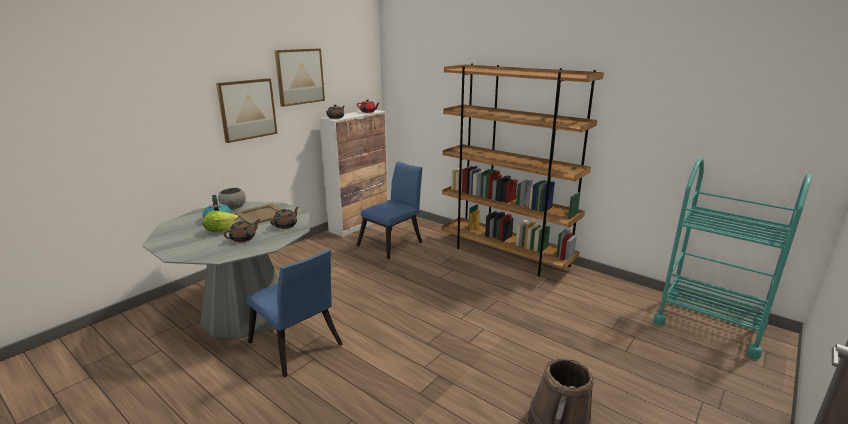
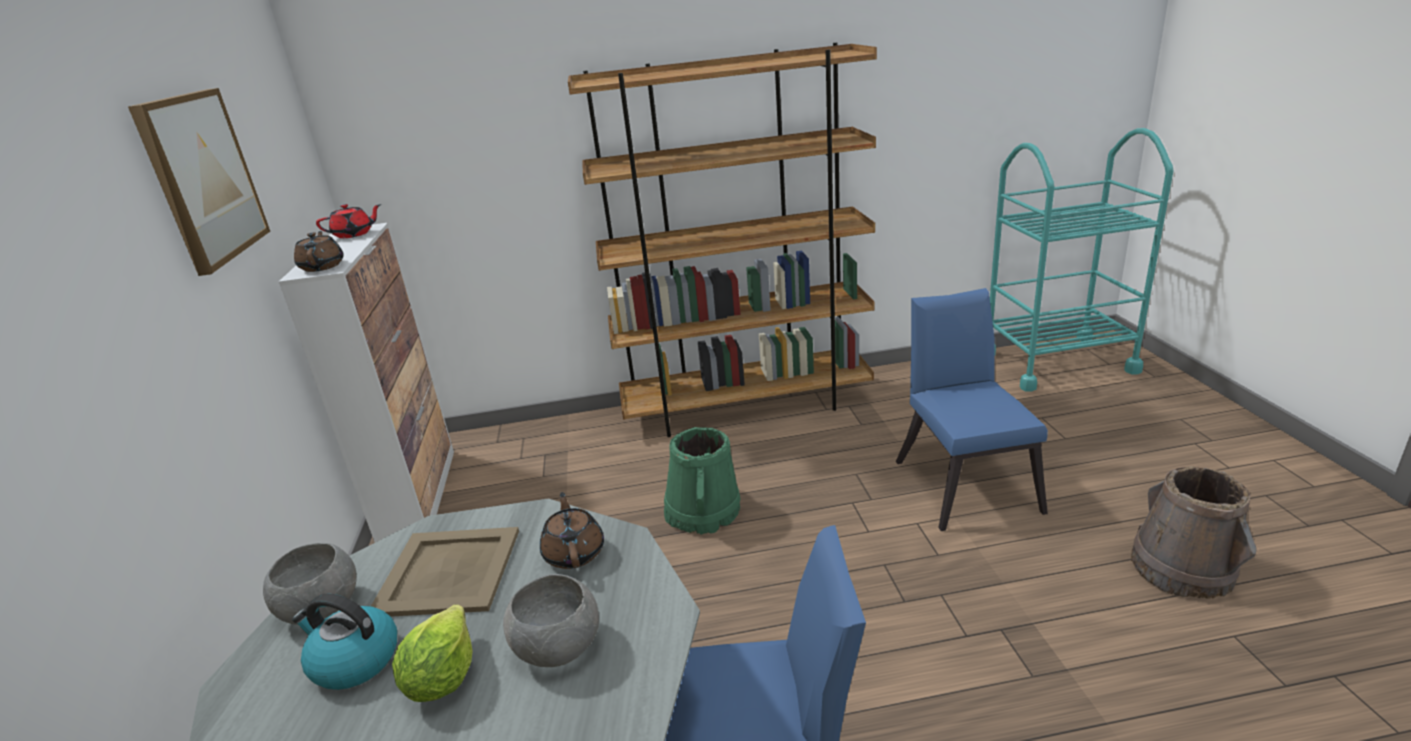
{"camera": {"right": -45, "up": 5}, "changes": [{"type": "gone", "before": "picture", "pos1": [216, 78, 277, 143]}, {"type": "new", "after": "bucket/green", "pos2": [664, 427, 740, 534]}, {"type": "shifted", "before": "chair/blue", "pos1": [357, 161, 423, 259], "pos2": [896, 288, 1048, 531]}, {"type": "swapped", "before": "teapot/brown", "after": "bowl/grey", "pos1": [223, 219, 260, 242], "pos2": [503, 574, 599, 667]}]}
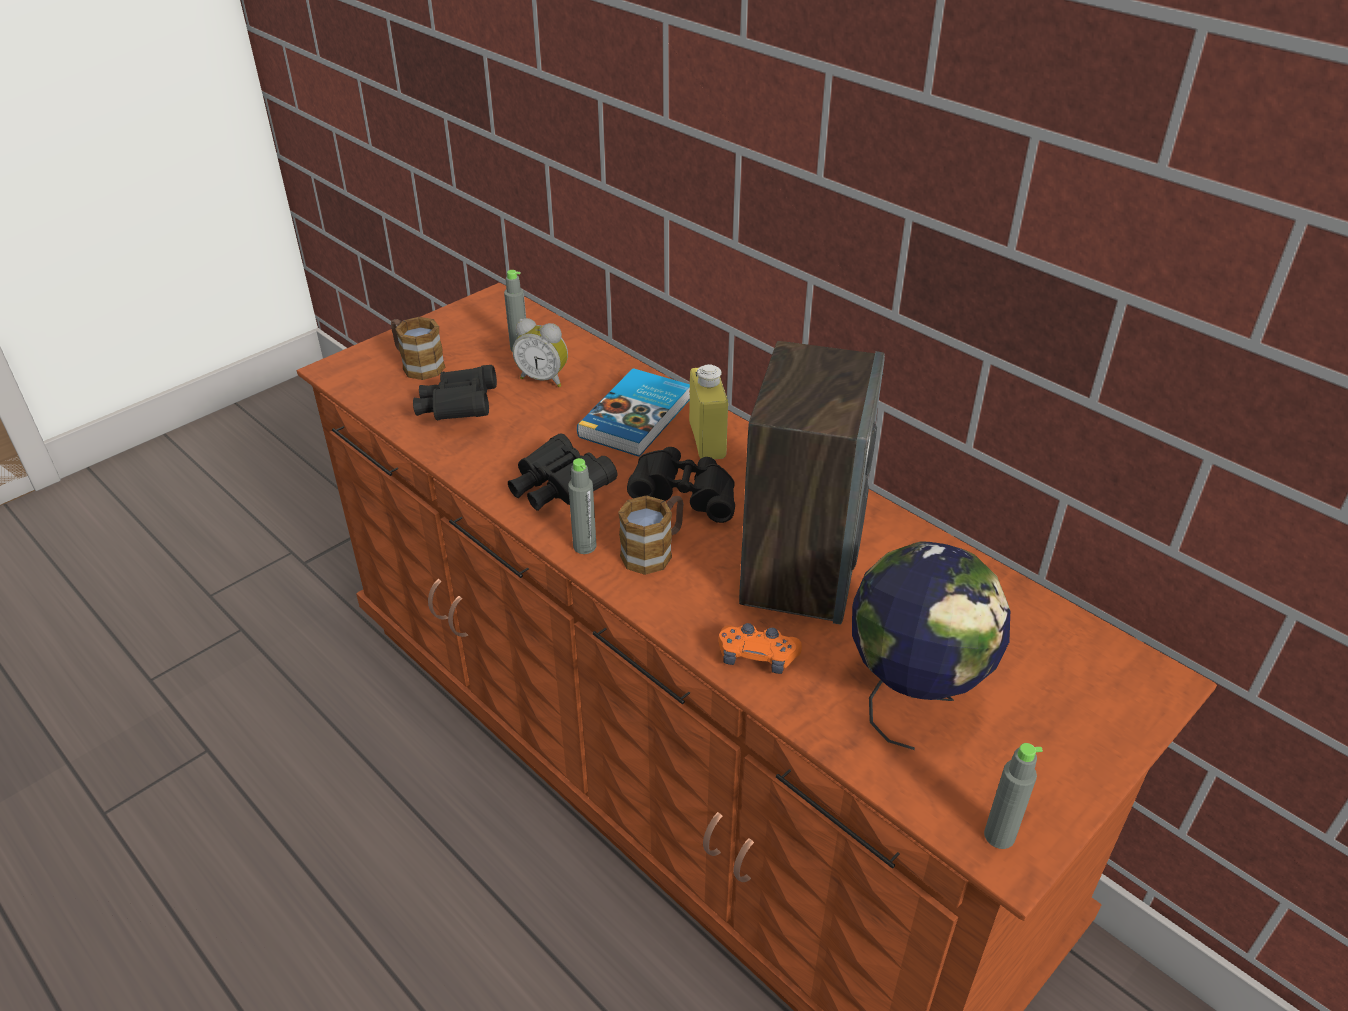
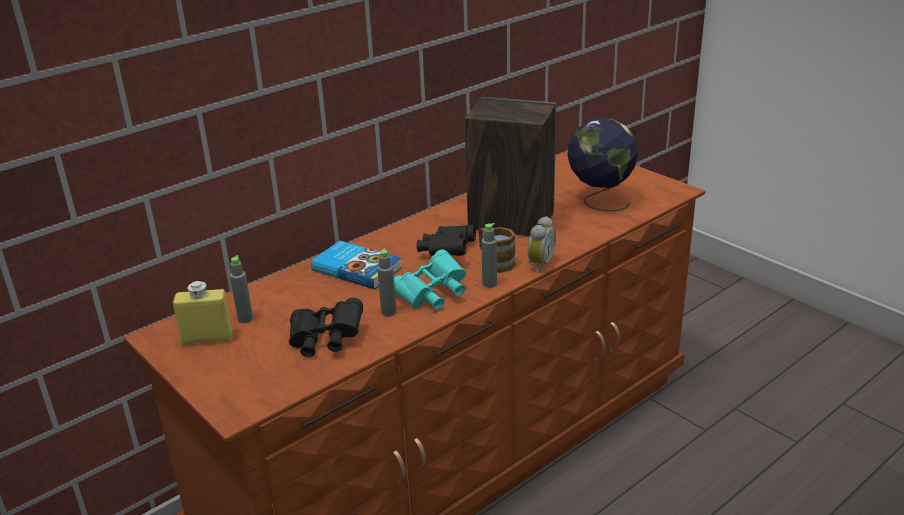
{"camera": {"right": -85, "up": -10}, "changes": [{"type": "gone", "before": "mug", "pos1": [391, 317, 445, 380]}, {"type": "gone", "before": "game controller/orange", "pos1": [719, 623, 802, 674]}, {"type": "shifted", "before": "alarm clock", "pos1": [512, 318, 568, 387], "pos2": [527, 216, 556, 273]}, {"type": "shifted", "before": "bottle/yellow", "pos1": [689, 364, 728, 459], "pos2": [173, 281, 233, 345]}, {"type": "shifted", "before": "bottle/grey", "pos1": [984, 743, 1043, 849], "pos2": [377, 248, 397, 316]}, {"type": "repainted", "before": "binoculars/black", "after": "binoculars/turquoise", "pos1": [508, 433, 617, 511], "pos2": [394, 249, 466, 310]}]}
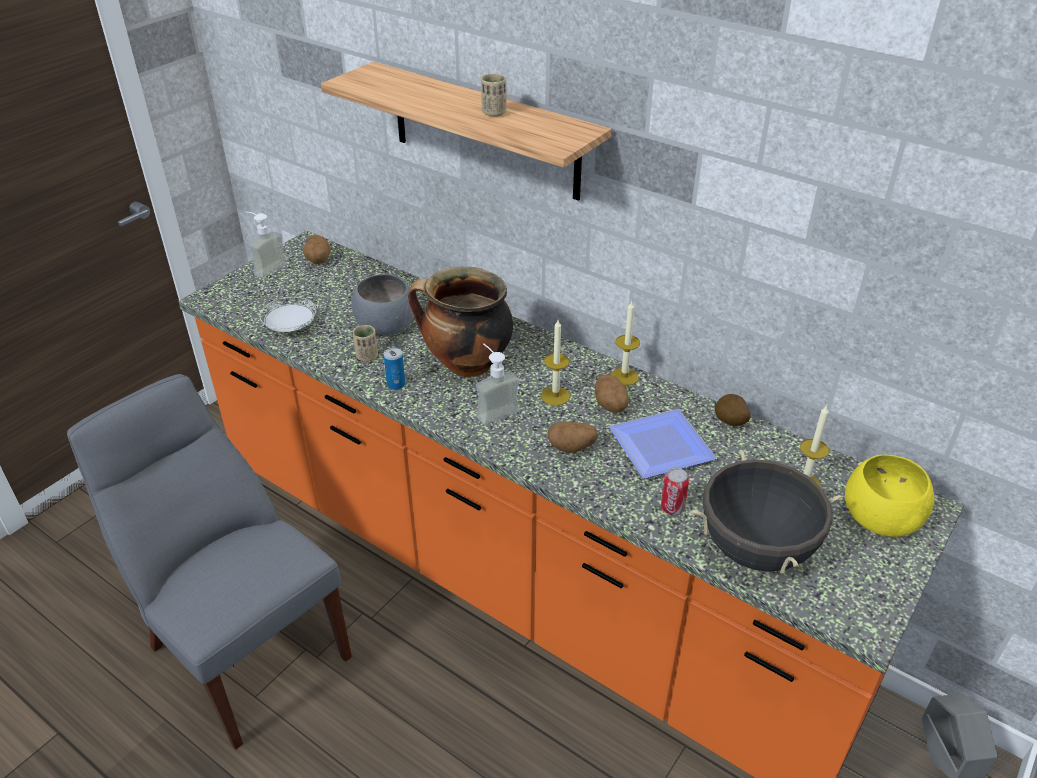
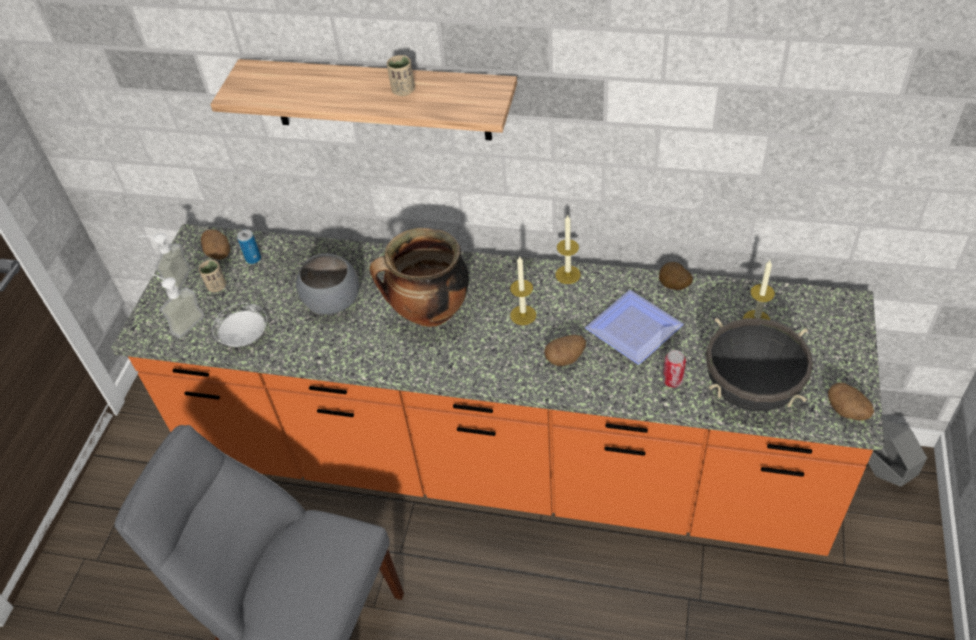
{"camera": {"right": -20, "up": 10}, "changes": [{"type": "gone", "before": "bowl/yellow", "pos1": [845, 454, 934, 537]}, {"type": "shifted", "before": "cup/beige", "pos1": [353, 325, 378, 362], "pos2": [199, 260, 226, 292]}, {"type": "shifted", "before": "can", "pos1": [384, 348, 405, 390], "pos2": [237, 229, 261, 264]}, {"type": "shifted", "before": "soap dispenser", "pos1": [476, 343, 519, 425], "pos2": [152, 274, 205, 338]}, {"type": "shifted", "before": "potato", "pos1": [595, 375, 629, 412], "pos2": [828, 383, 874, 420]}]}
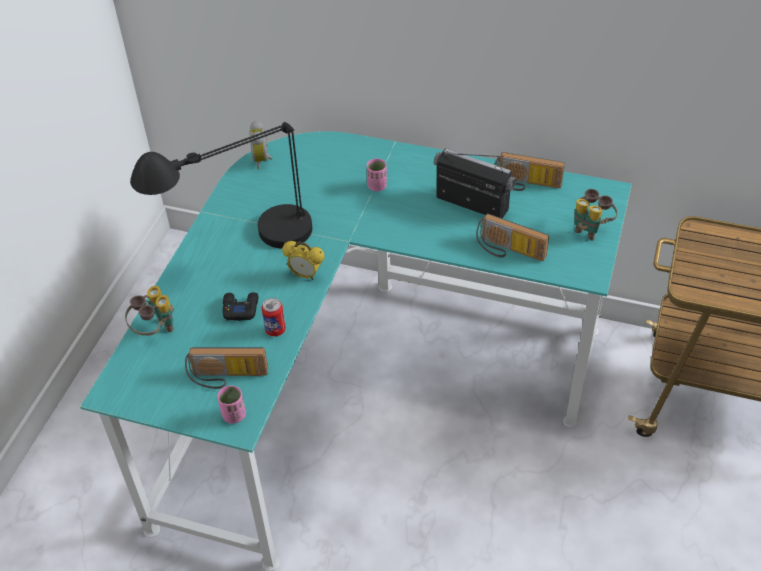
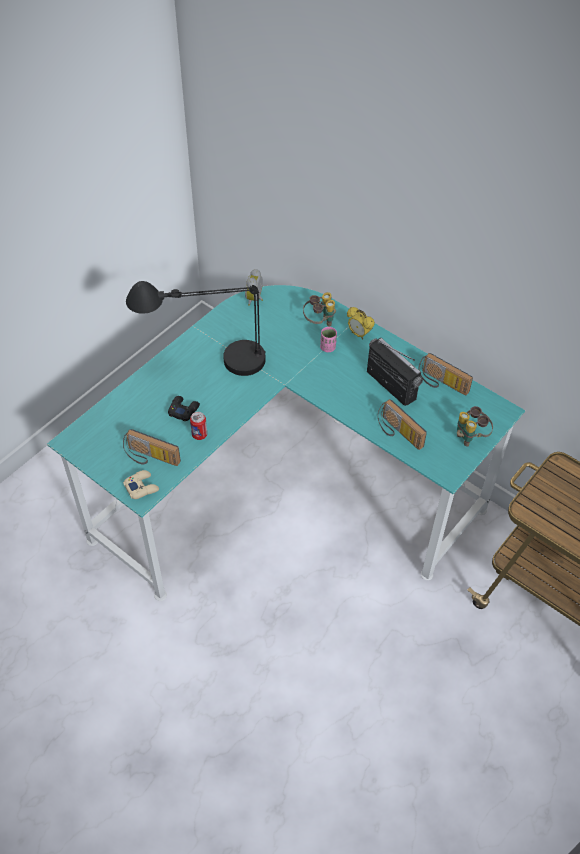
{"camera": {"right": 20, "up": 5}, "changes": [{"type": "shifted", "before": "binoculars", "pos1": [125, 286, 174, 336], "pos2": [303, 292, 336, 327]}, {"type": "shifted", "before": "alarm clock", "pos1": [282, 241, 324, 280], "pos2": [347, 307, 375, 339]}, {"type": "swapped", "before": "cup/pink", "after": "game controller/beige", "pos1": [217, 385, 246, 424], "pos2": [123, 470, 159, 499]}]}
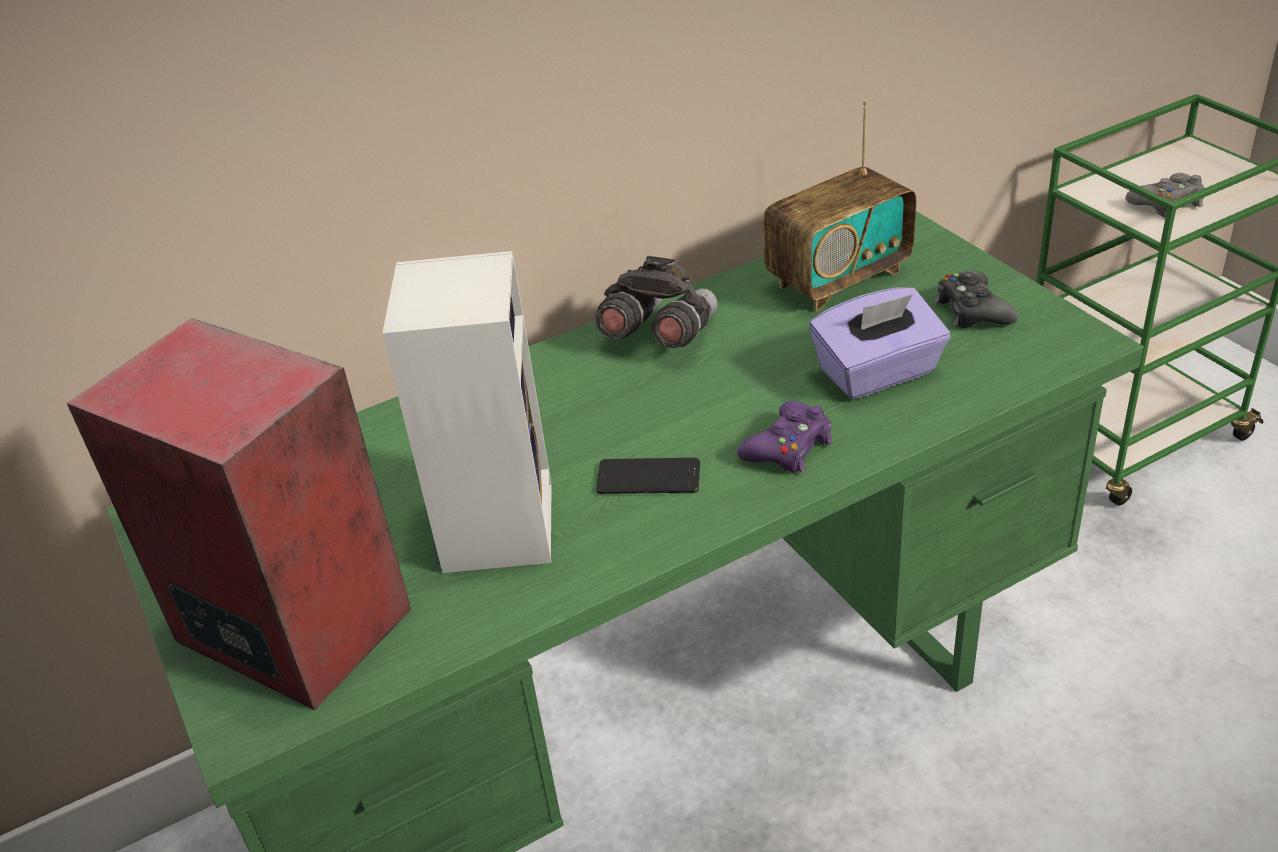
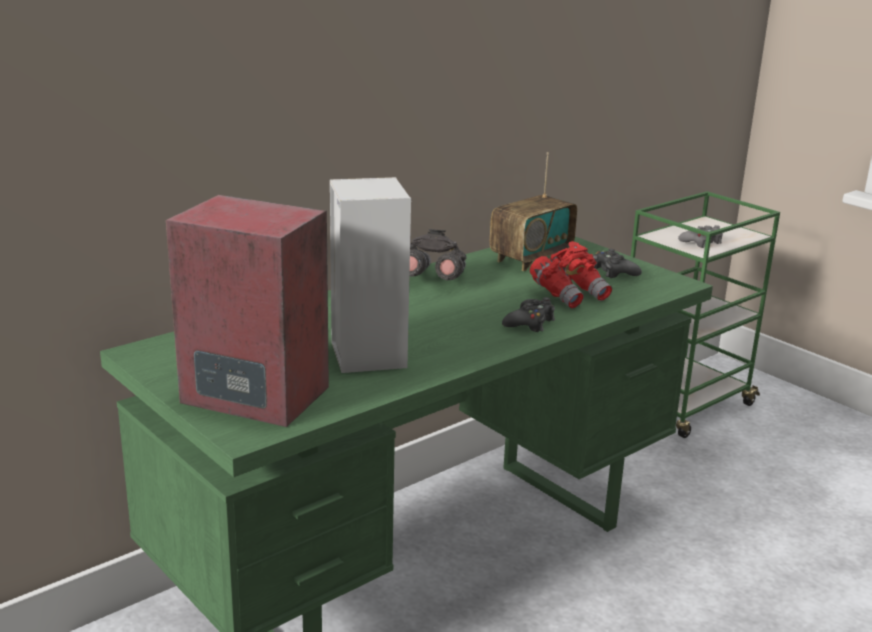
{"camera": {"right": -15, "up": -15}, "changes": [{"type": "gone", "before": "phone", "pos1": [596, 458, 700, 494]}, {"type": "swapped", "before": "tissue box/purple", "after": "binoculars/red", "pos1": [809, 287, 950, 399], "pos2": [530, 241, 612, 308]}, {"type": "repainted", "before": "game controller/purple", "after": "game controller/black", "pos1": [737, 401, 833, 473], "pos2": [502, 297, 555, 332]}]}
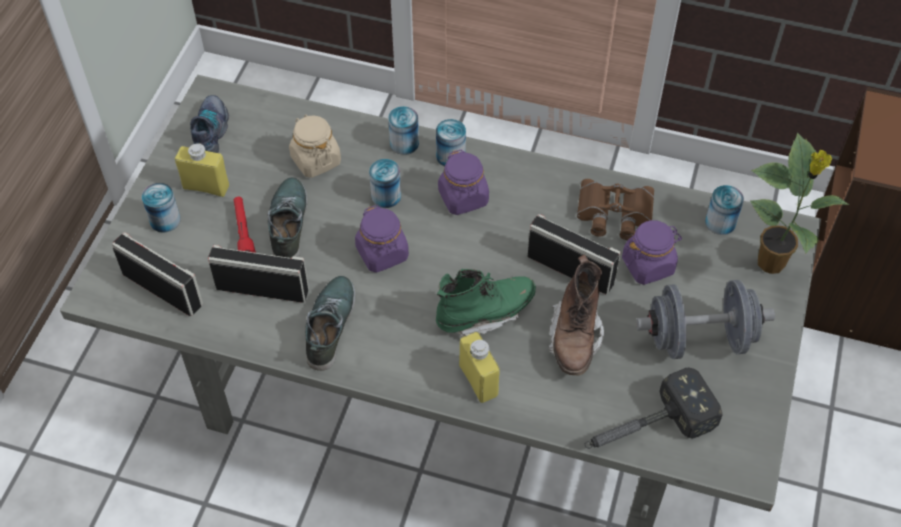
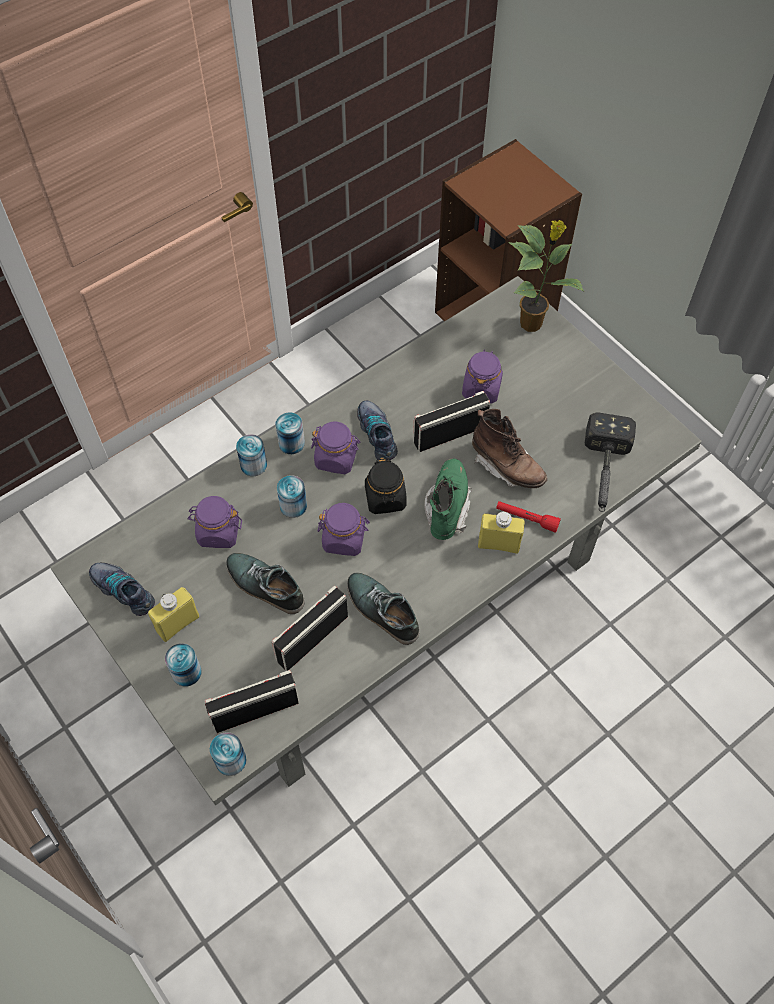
{"camera": {"right": -55, "up": 5}, "changes": [{"type": "gone", "before": "binoculars/brown", "pos1": [577, 179, 654, 240]}, {"type": "gone", "before": "dumbbell/grey", "pos1": [636, 280, 775, 359]}, {"type": "new", "after": "shoe", "pos2": [357, 401, 398, 460]}, {"type": "new", "after": "jar/black", "pos2": [365, 458, 407, 514]}, {"type": "shifted", "before": "flashlight/red", "pos1": [234, 197, 256, 253], "pos2": [496, 501, 561, 533]}, {"type": "shifted", "before": "can", "pos1": [705, 185, 744, 235], "pos2": [210, 732, 246, 776]}, {"type": "repainted", "before": "jar/beige", "after": "jar/purple", "pos1": [289, 114, 341, 178], "pos2": [187, 496, 242, 548]}]}
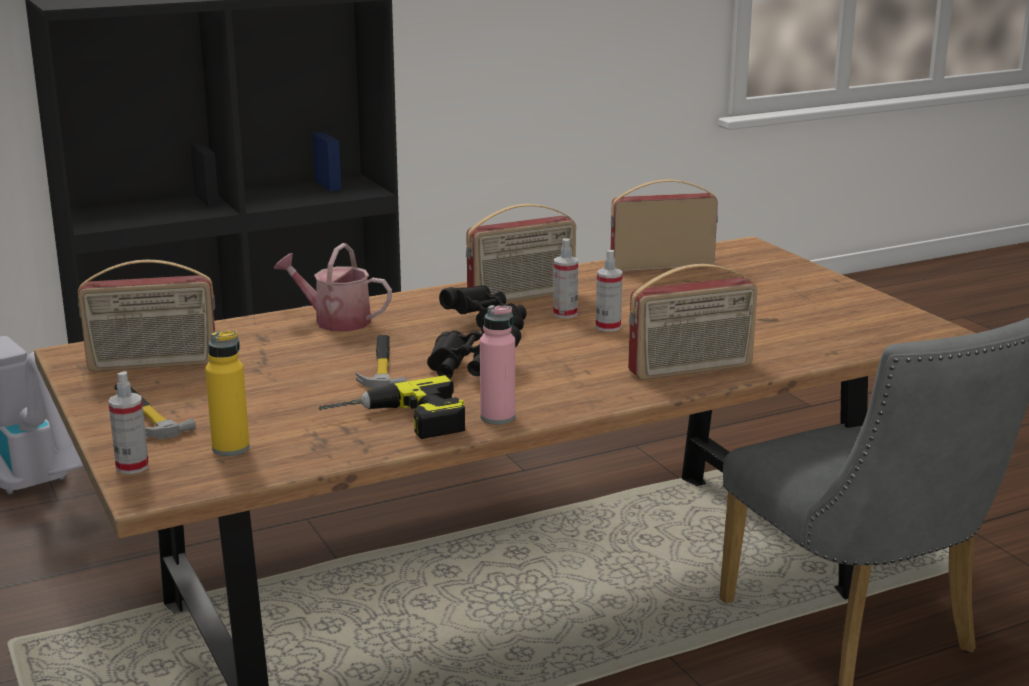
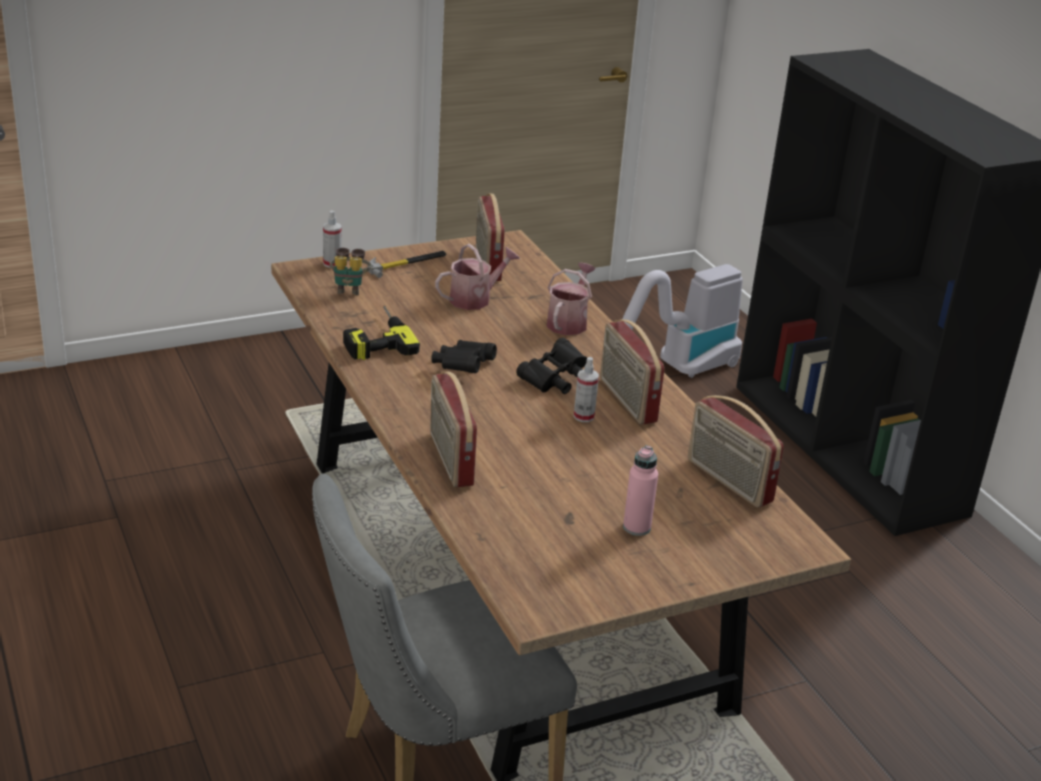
{"camera": {"right": 90, "up": 10}, "changes": [{"type": "gone", "before": "hammer", "pos1": [356, 335, 407, 389]}, {"type": "gone", "before": "spray bottle", "pos1": [596, 250, 623, 332]}, {"type": "new", "after": "watering can", "pos2": [435, 244, 520, 310]}, {"type": "shifted", "before": "bottle/pink", "pos1": [480, 305, 515, 424], "pos2": [623, 446, 658, 536]}, {"type": "swapped", "before": "bottle/yellow", "after": "binoculars", "pos1": [205, 331, 250, 456], "pos2": [330, 248, 372, 295]}, {"type": "rotated", "before": "radio", "pos1": [611, 179, 718, 271], "pos2": [688, 395, 784, 508], "turn": 150}]}
